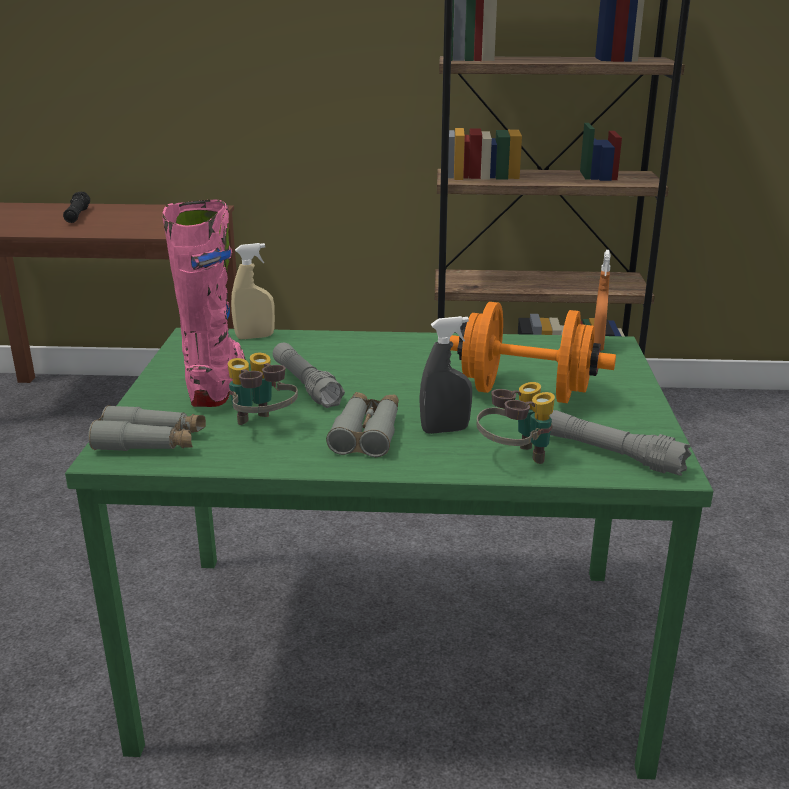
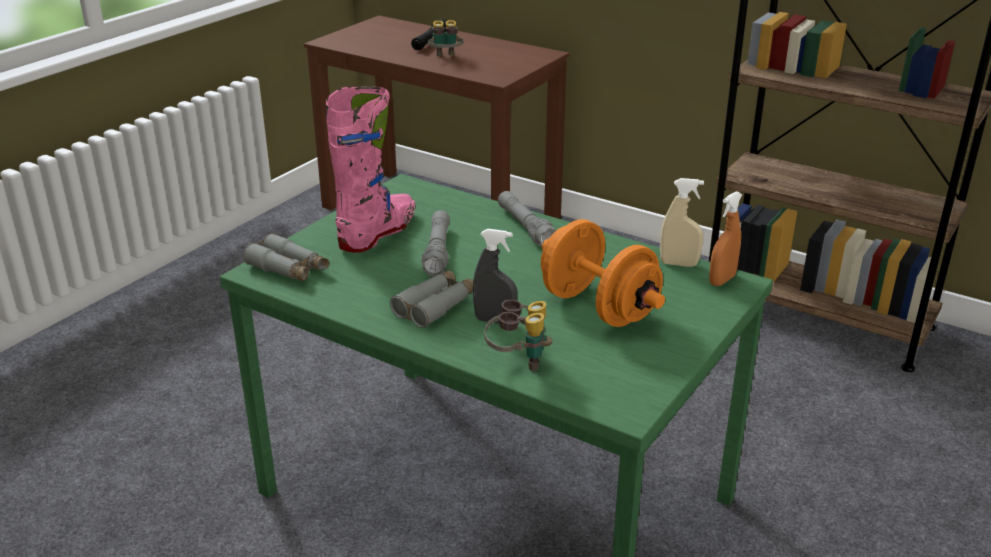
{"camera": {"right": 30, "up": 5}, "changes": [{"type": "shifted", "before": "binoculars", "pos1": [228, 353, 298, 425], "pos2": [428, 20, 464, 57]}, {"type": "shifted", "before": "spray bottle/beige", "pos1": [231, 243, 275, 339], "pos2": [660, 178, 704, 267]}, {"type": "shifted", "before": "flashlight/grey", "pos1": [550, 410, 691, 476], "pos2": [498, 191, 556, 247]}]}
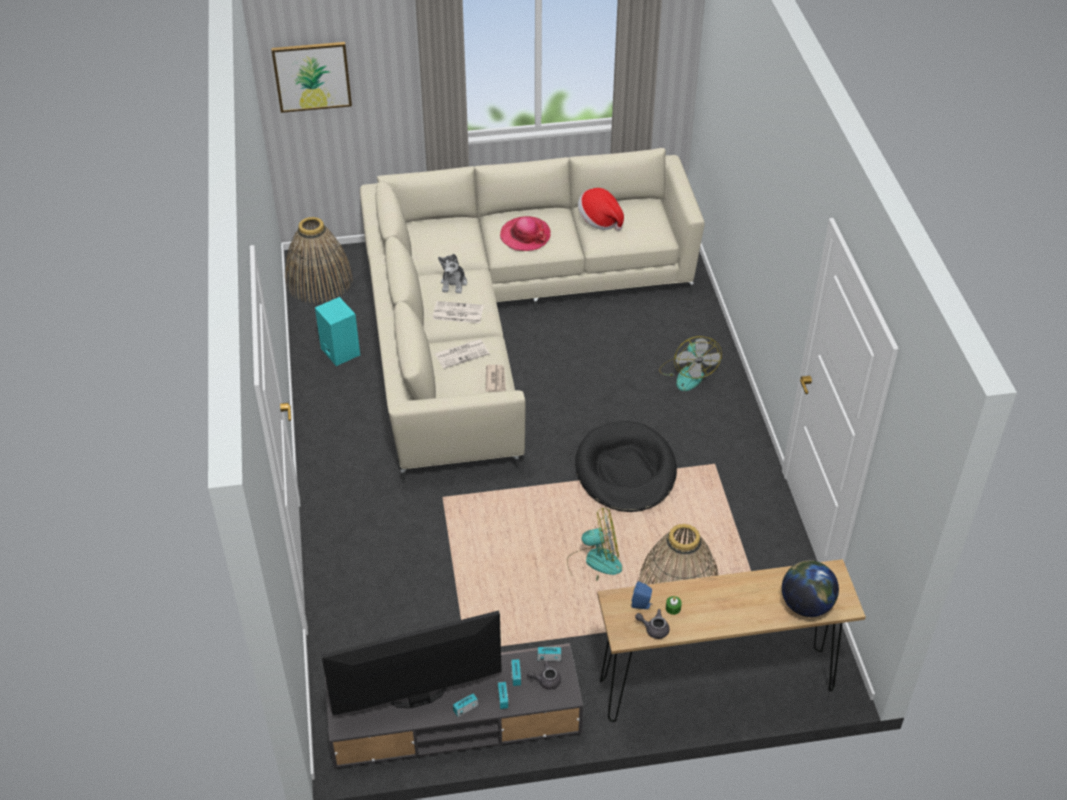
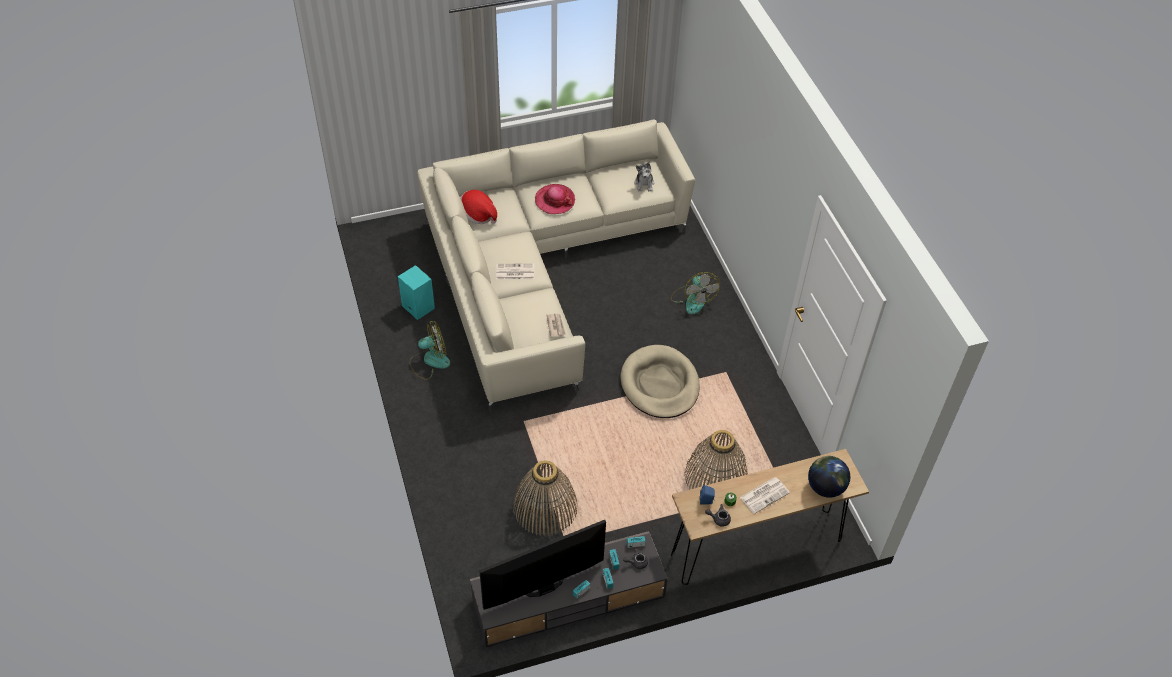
{"camera": {"right": -10, "up": 5}, "changes": [{"type": "gone", "before": "picture", "pos1": [271, 42, 352, 113]}, {"type": "shifted", "before": "basket", "pos1": [285, 217, 353, 303], "pos2": [513, 460, 578, 536]}, {"type": "shifted", "before": "newspaper", "pos1": [435, 339, 490, 369], "pos2": [740, 477, 790, 514]}, {"type": "shifted", "before": "plush toy", "pos1": [438, 254, 467, 294], "pos2": [634, 162, 654, 191]}, {"type": "shifted", "before": "fan", "pos1": [567, 507, 622, 582], "pos2": [410, 321, 450, 380]}, {"type": "shifted", "before": "hat", "pos1": [578, 188, 624, 231], "pos2": [460, 190, 497, 224]}, {"type": "repainted", "before": "dog bed/black", "after": "dog bed/beige", "pos1": [575, 421, 677, 512], "pos2": [621, 345, 700, 418]}]}
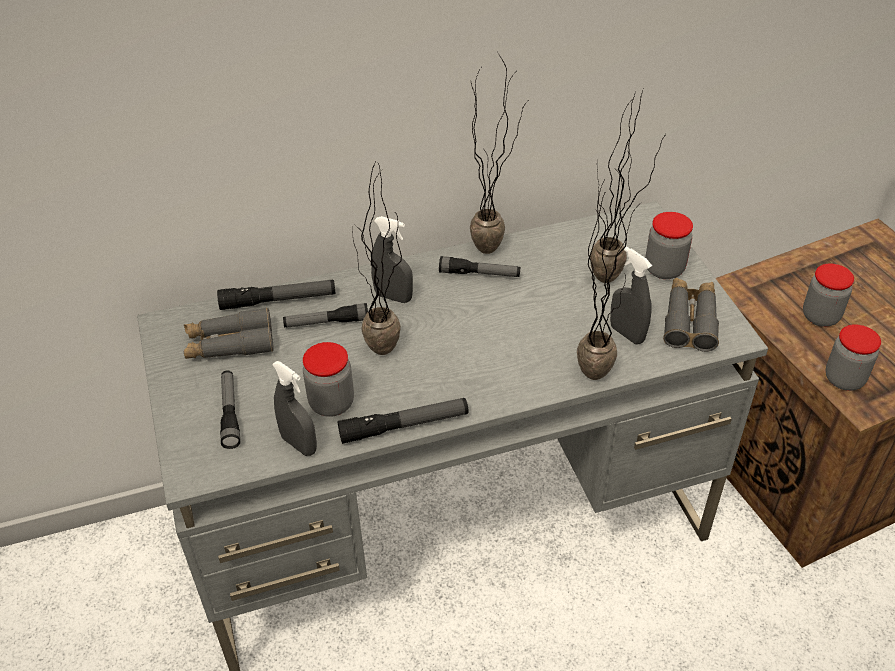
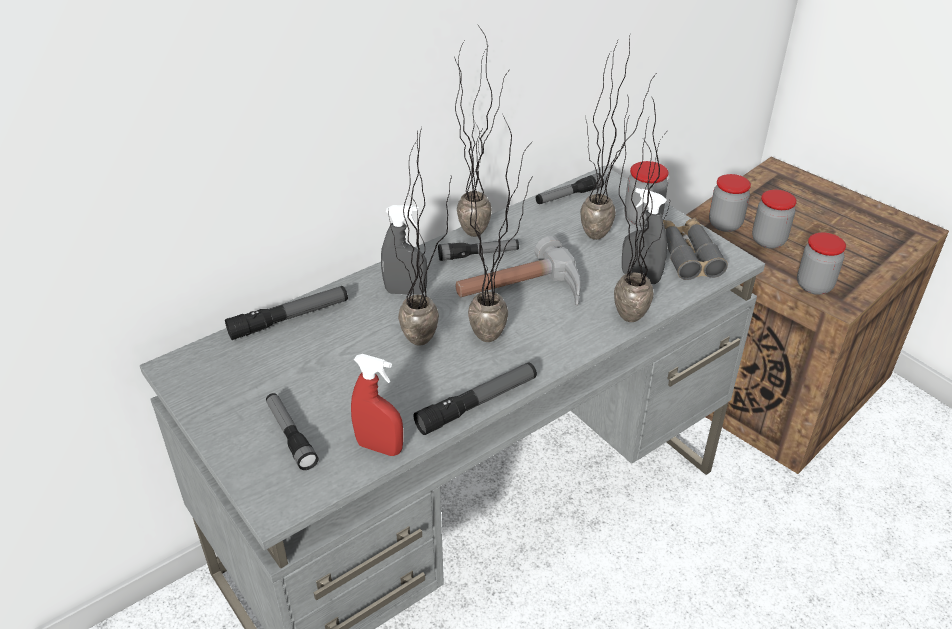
{"camera": {"right": -20, "up": -5}, "changes": [{"type": "gone", "before": "binoculars/grey", "pos1": [184, 307, 274, 359]}, {"type": "new", "after": "hammer", "pos2": [456, 236, 581, 306]}, {"type": "new", "after": "potted plant", "pos2": [468, 113, 532, 342]}, {"type": "shifted", "before": "flashlight", "pos1": [283, 303, 368, 328], "pos2": [536, 173, 604, 204]}, {"type": "shifted", "before": "jar", "pos1": [303, 342, 354, 417], "pos2": [709, 174, 751, 232]}, {"type": "repainted", "before": "spray bottle/grey", "after": "spray bottle/red", "pos1": [272, 361, 317, 456], "pos2": [351, 354, 403, 456]}]}
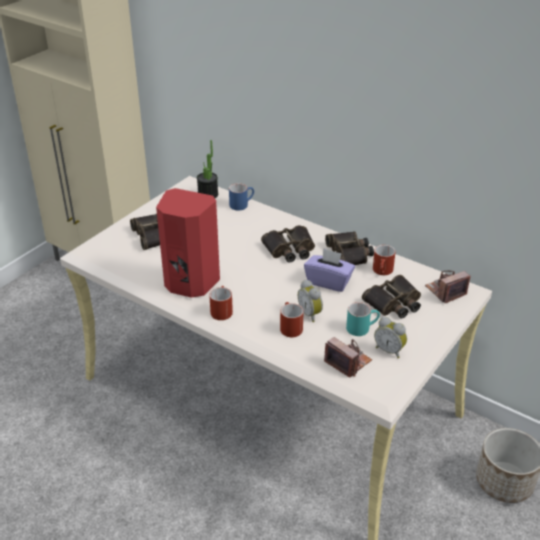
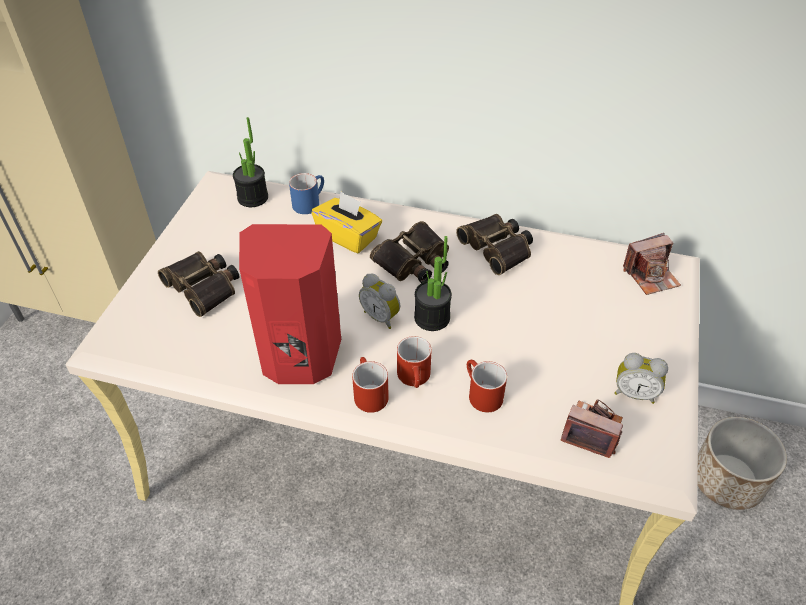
{"camera": {"right": -20, "up": 10}, "changes": [{"type": "gone", "before": "tissue box/purple", "pos1": [304, 248, 355, 292]}, {"type": "gone", "before": "mug/turquoise", "pos1": [346, 302, 380, 336]}, {"type": "gone", "before": "binoculars", "pos1": [362, 275, 421, 319]}, {"type": "new", "after": "tissue box/yellow", "pos2": [312, 191, 382, 253]}, {"type": "new", "after": "potted plant", "pos2": [414, 236, 452, 331]}, {"type": "shifted", "before": "alarm clock", "pos1": [298, 280, 323, 322], "pos2": [359, 274, 400, 329]}, {"type": "shifted", "before": "mug/red", "pos1": [373, 245, 396, 275], "pos2": [397, 336, 432, 388]}, {"type": "rotated", "before": "photo camera", "pos1": [425, 270, 471, 303], "pos2": [623, 233, 681, 295], "turn": -150}]}
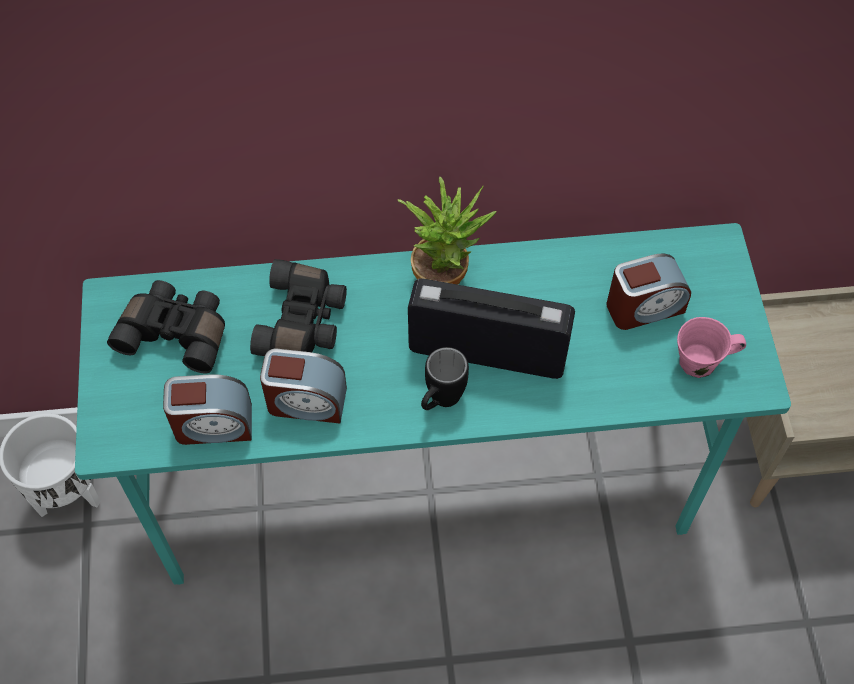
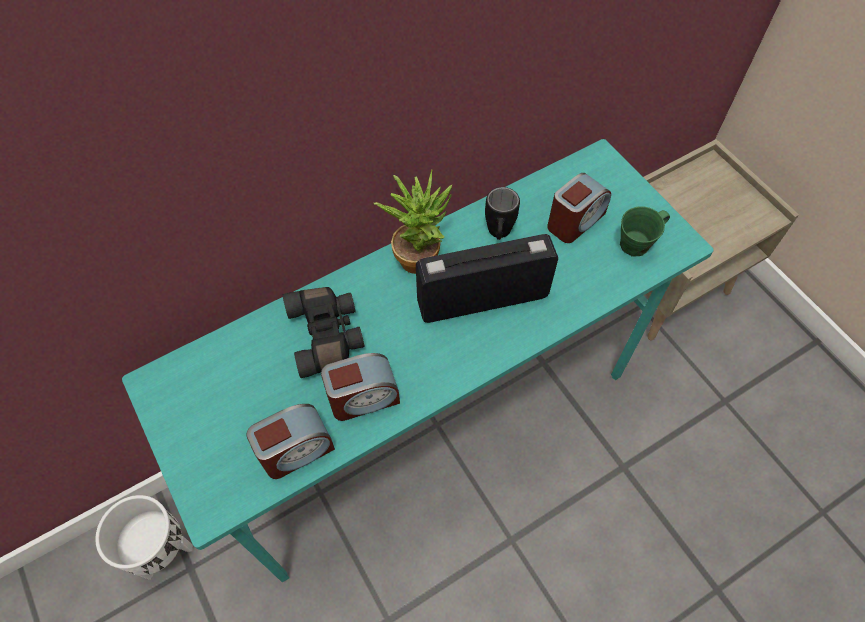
{"camera": {"right": -25, "up": 0}, "changes": [{"type": "gone", "before": "binoculars/black", "pos1": [107, 280, 225, 374]}, {"type": "shifted", "before": "mug/black", "pos1": [421, 347, 469, 410], "pos2": [485, 187, 520, 240]}, {"type": "repainted", "before": "mug/pink", "after": "mug/green", "pos1": [677, 317, 746, 378], "pos2": [620, 206, 670, 256]}]}
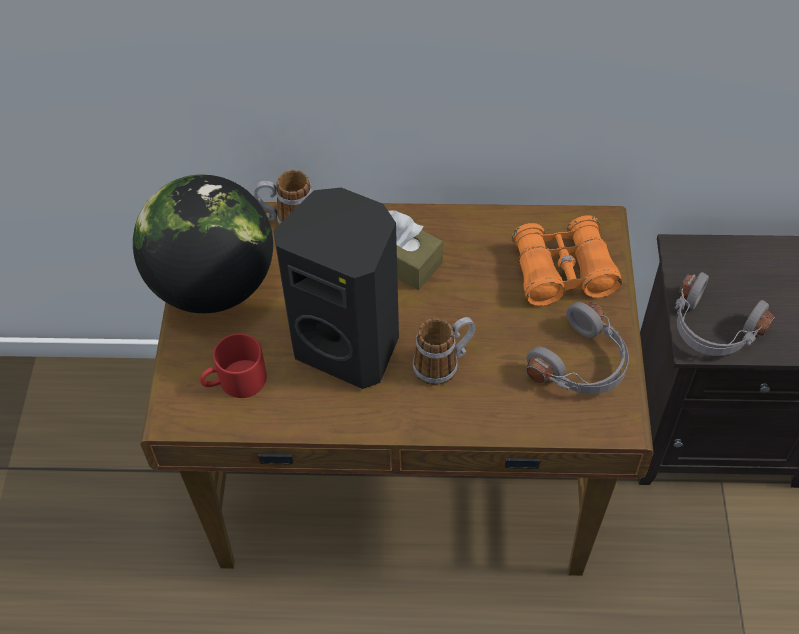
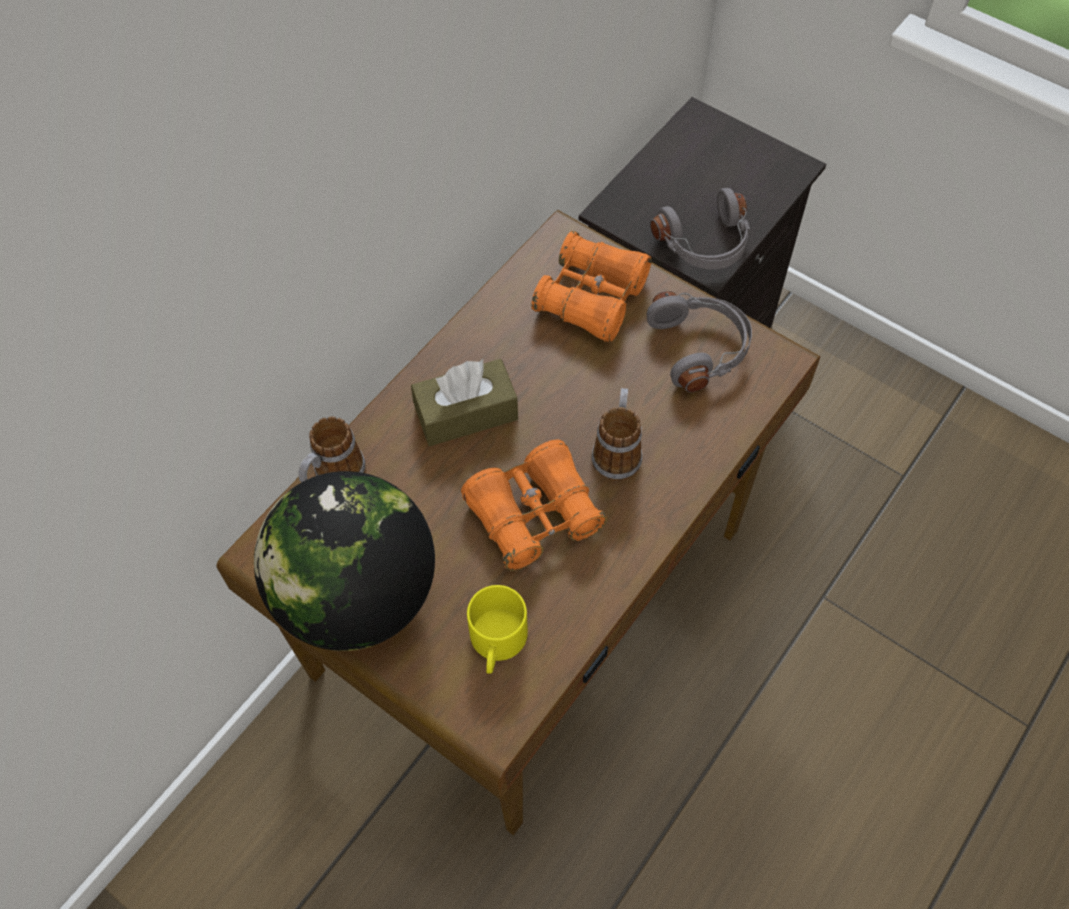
{"camera": {"right": -55, "up": 5}, "changes": [{"type": "swapped", "before": "speaker/black", "after": "binoculars/orange", "pos1": [273, 188, 399, 389], "pos2": [461, 440, 607, 571]}, {"type": "repainted", "before": "mug/red", "after": "mug/yellow", "pos1": [200, 333, 267, 398], "pos2": [467, 585, 528, 674]}]}
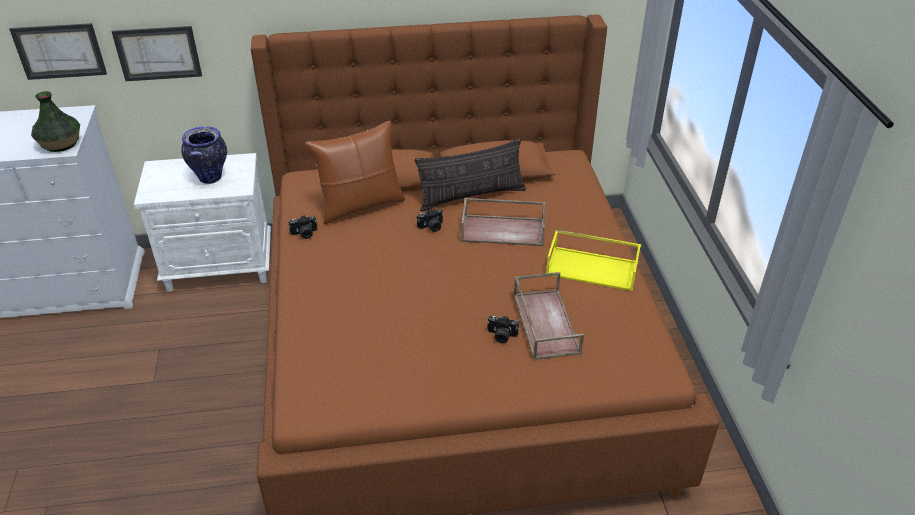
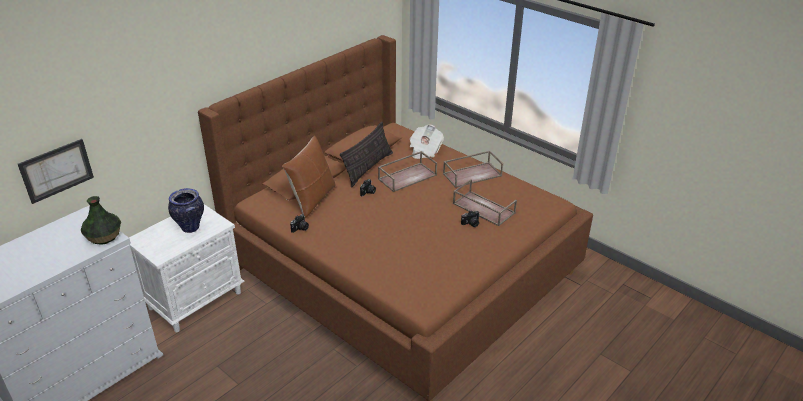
{"camera": {"right": -40, "up": -5}, "changes": [{"type": "gone", "before": "picture", "pos1": [112, 26, 202, 81]}, {"type": "new", "after": "newspaper", "pos2": [410, 124, 444, 159]}, {"type": "repainted", "before": "tray/yellow", "after": "tray/brown", "pos1": [546, 230, 641, 291], "pos2": [443, 151, 503, 188]}]}
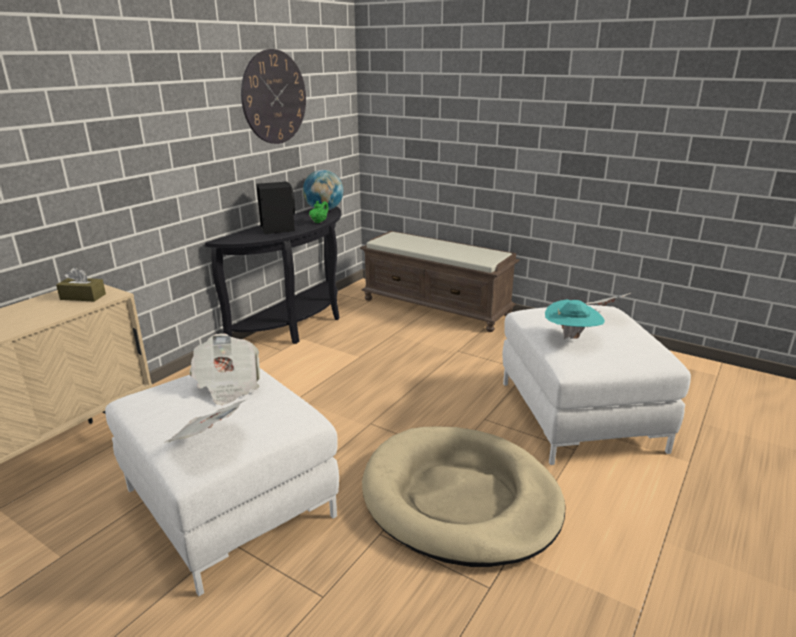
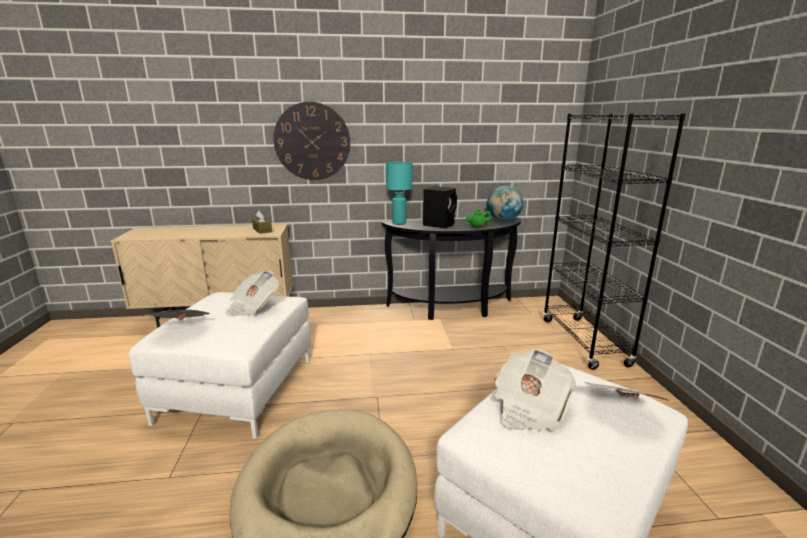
{"camera": {"right": 50, "up": -5}, "changes": [{"type": "new", "after": "table lamp/turquoise", "pos2": [386, 162, 412, 225]}, {"type": "shifted", "before": "wall clock", "pos1": [241, 49, 306, 144], "pos2": [274, 102, 350, 180]}, {"type": "swapped", "before": "bench/brown", "after": "bookcase/black", "pos1": [360, 231, 520, 332], "pos2": [543, 113, 686, 370]}, {"type": "swapped", "before": "hat/turquoise", "after": "newspaper", "pos1": [545, 299, 605, 339], "pos2": [494, 349, 576, 431]}]}
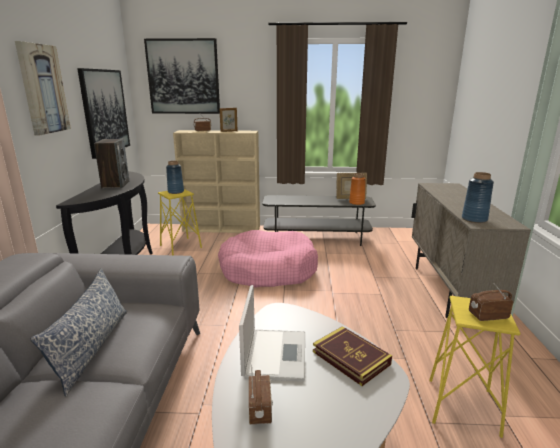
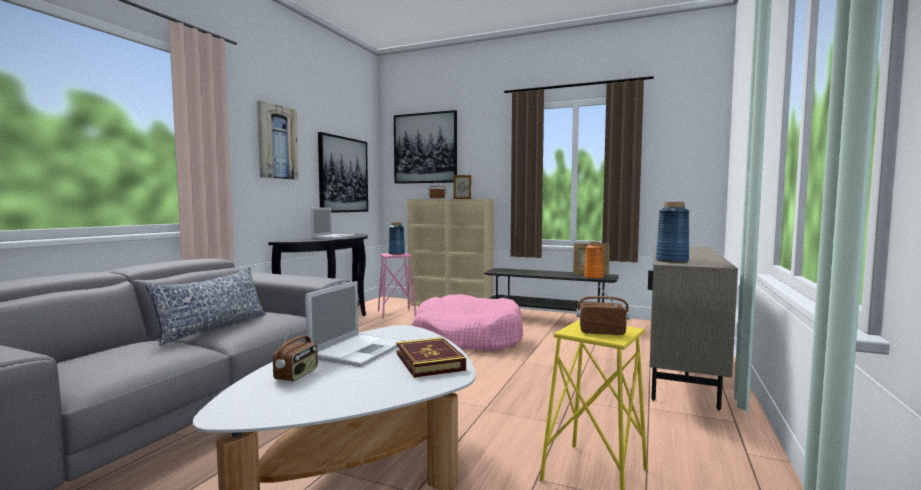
{"camera": {"right": 20, "up": -15}, "changes": [{"type": "swapped", "before": "speaker", "after": "laptop", "pos1": [94, 138, 129, 188], "pos2": [310, 207, 356, 239]}, {"type": "repainted", "before": "stool/yellow", "after": "stool/pink", "pos1": [158, 189, 202, 255], "pos2": [378, 253, 416, 319]}]}
